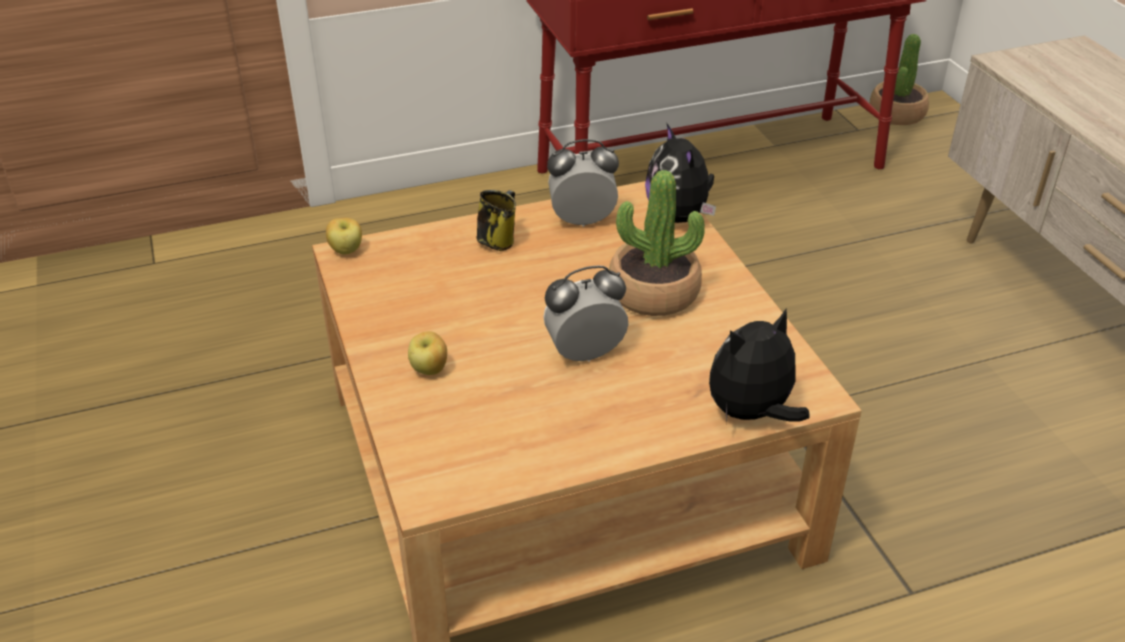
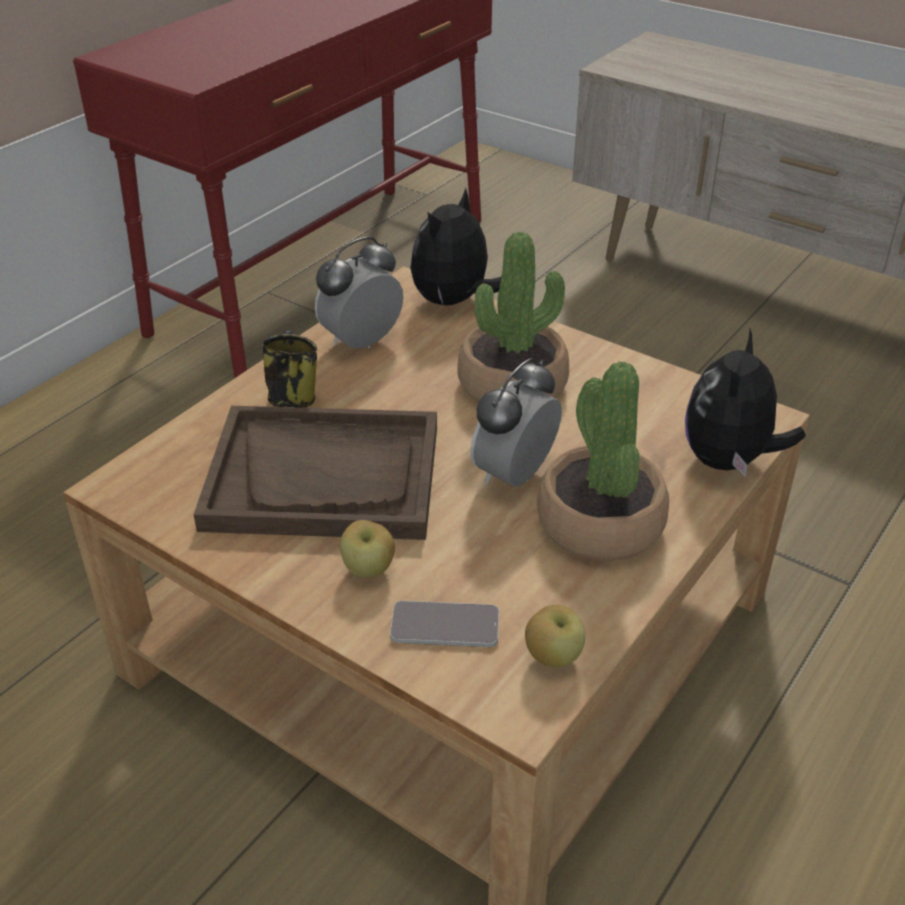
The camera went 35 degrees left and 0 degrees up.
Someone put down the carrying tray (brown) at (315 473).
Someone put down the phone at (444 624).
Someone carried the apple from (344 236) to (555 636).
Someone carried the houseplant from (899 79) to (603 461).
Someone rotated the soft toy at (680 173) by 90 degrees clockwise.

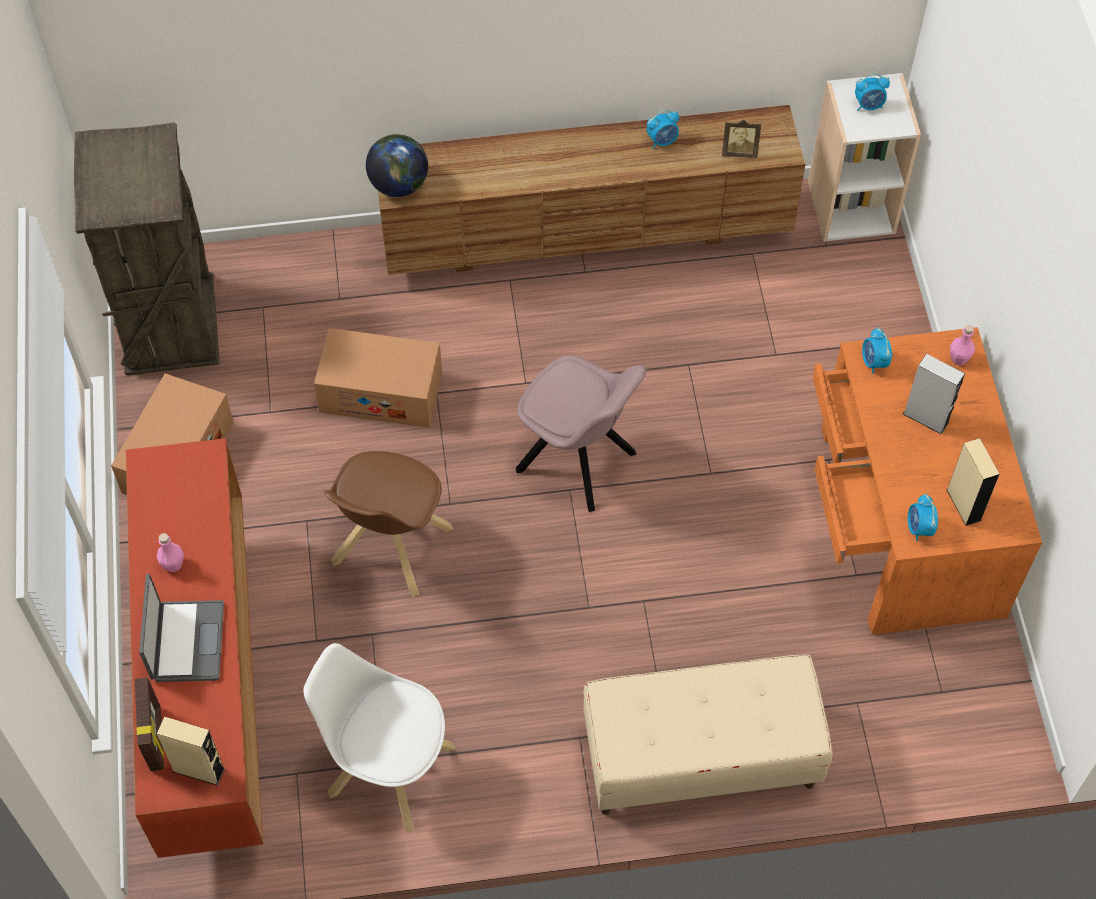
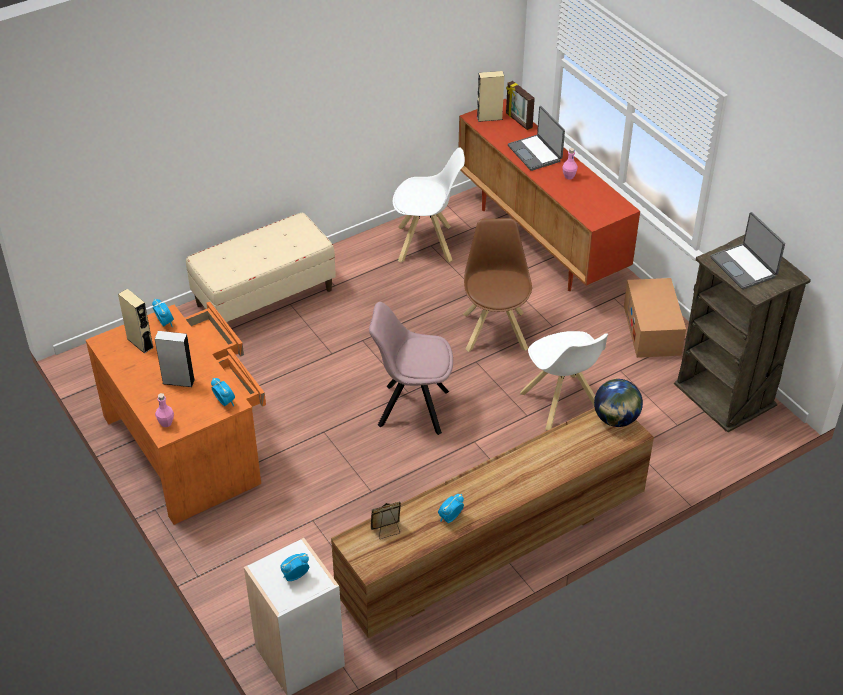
The camera went 155 degrees right and 15 degrees down.
Someone put down the laptop at (747 251).
Someone swapped the packing box at (378 378) for the plain chair (white-coloured) at (564 381).

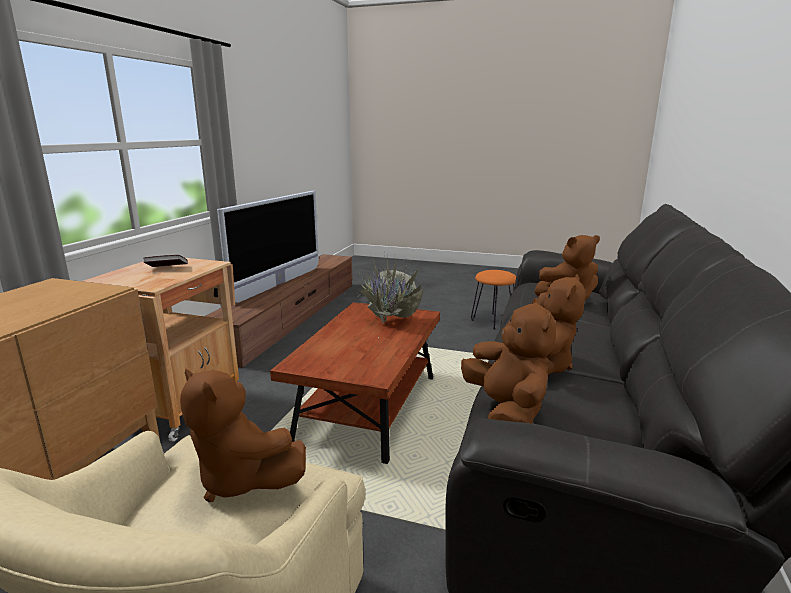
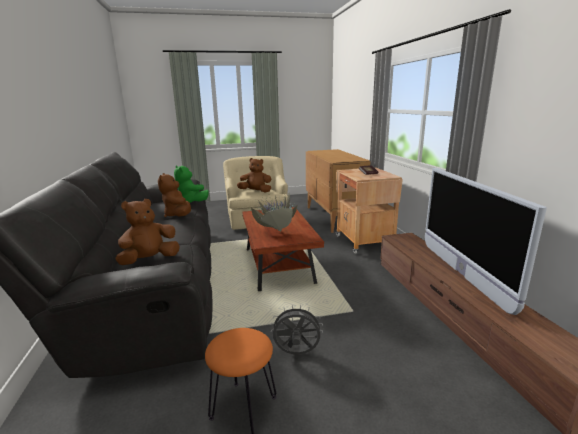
The camera went 150 degrees right and 0 degrees up.
Someone put down the cooling fan (grey) at (296 329).
Someone repainted the soft toy (brown) at (508 361), which became the soft toy (green) at (191 184).

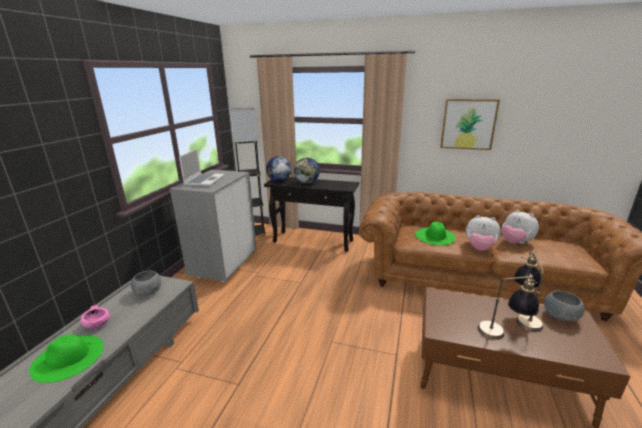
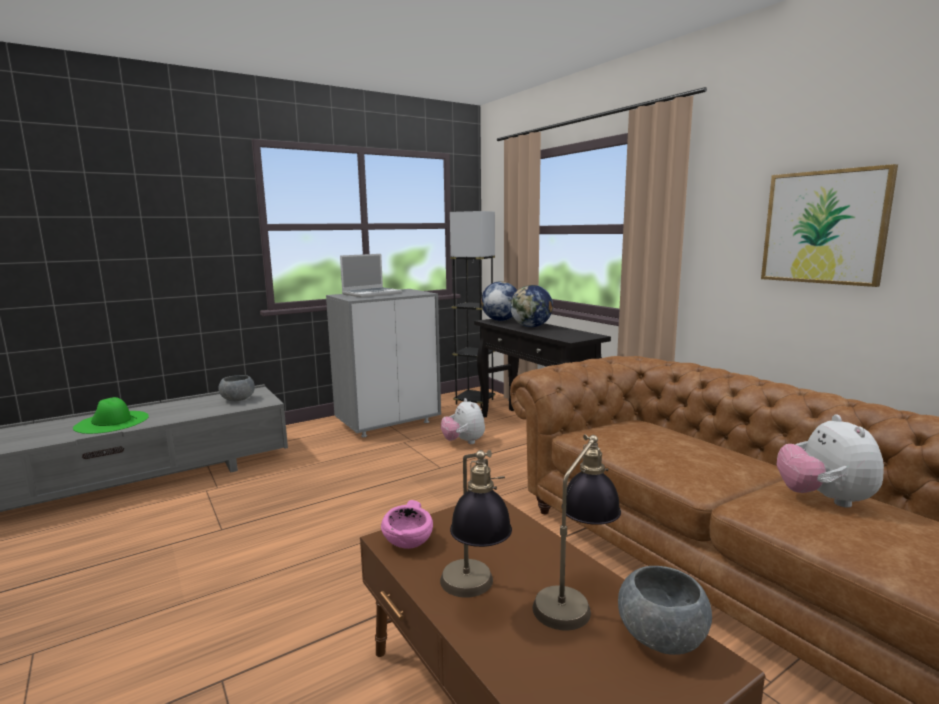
The camera went 40 degrees right and 10 degrees down.
Someone took away the hat (green) at (435 233).
Someone carried the serving bowl (pink-coloured) from (95 317) to (407 524).
Someone carried the soft toy from (483 233) to (463 421).

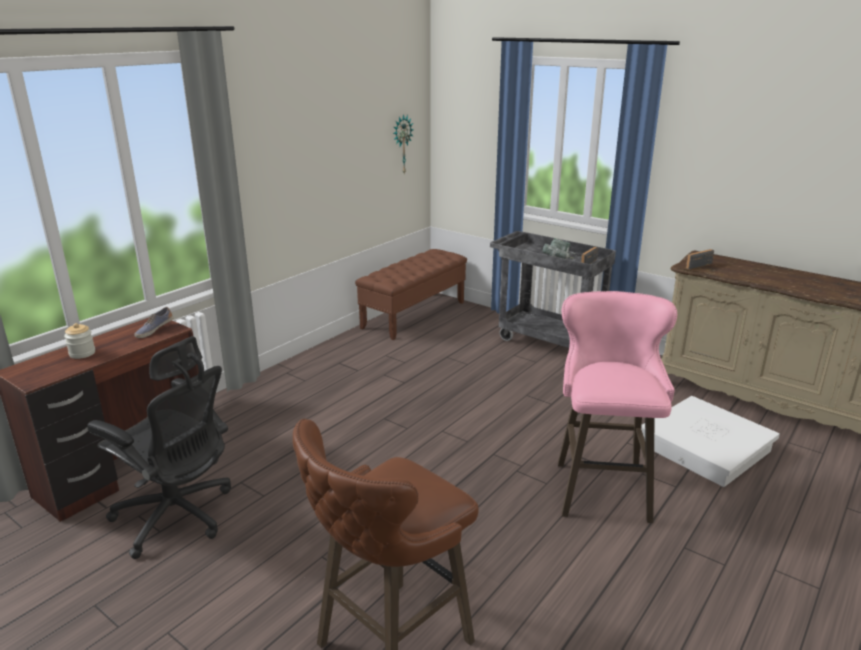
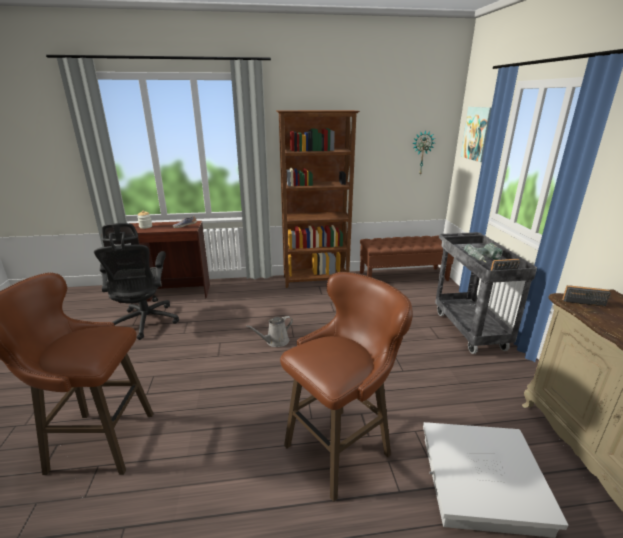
The camera went 45 degrees right and 0 degrees up.
Someone put down the watering can (grey) at (269 331).
Someone put down the bookcase (brown) at (318 199).
Someone put up the wall art at (476 134).
Someone repainted the sitting stool (pink-coloured) at (617 407), which became the sitting stool (brown) at (346 387).

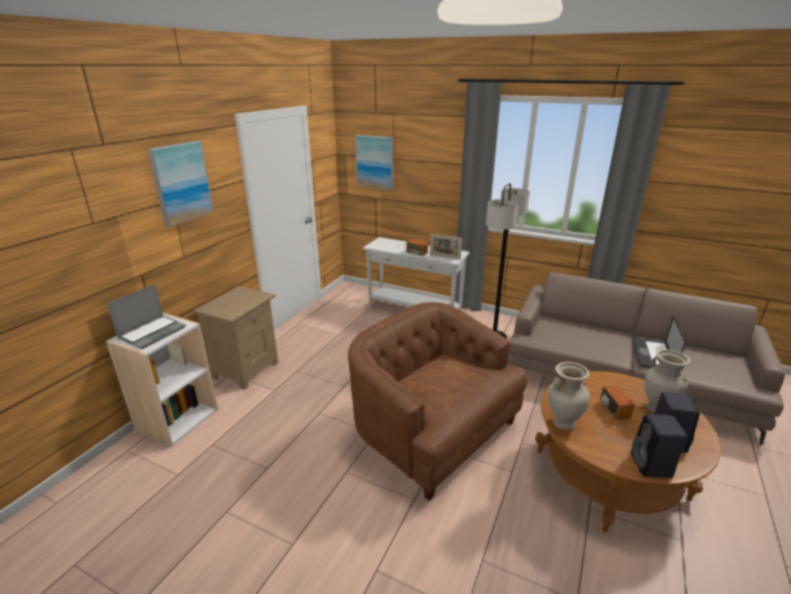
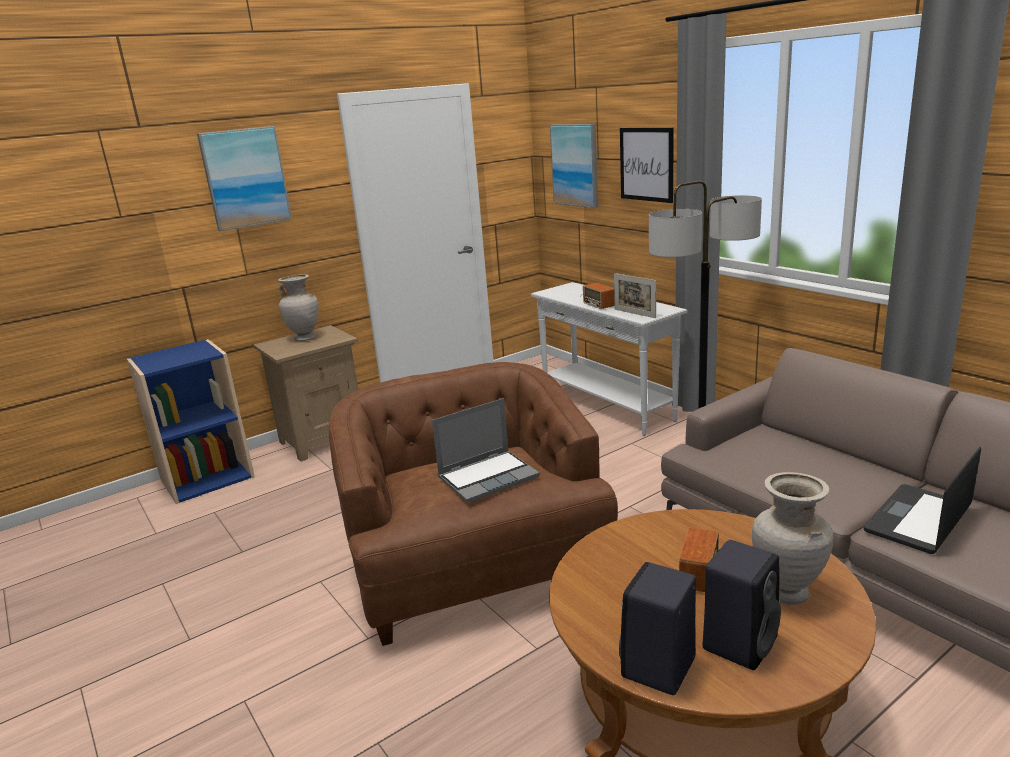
The camera went 30 degrees right and 5 degrees down.
Someone put up the wall art at (647 165).
Someone carried the laptop from (146 316) to (485 450).
Someone carried the flower vase (sand-coloured) from (569 396) to (298 307).
Someone repainted the bookcase (white-coloured) at (162 380), which became the bookcase (blue) at (191 421).

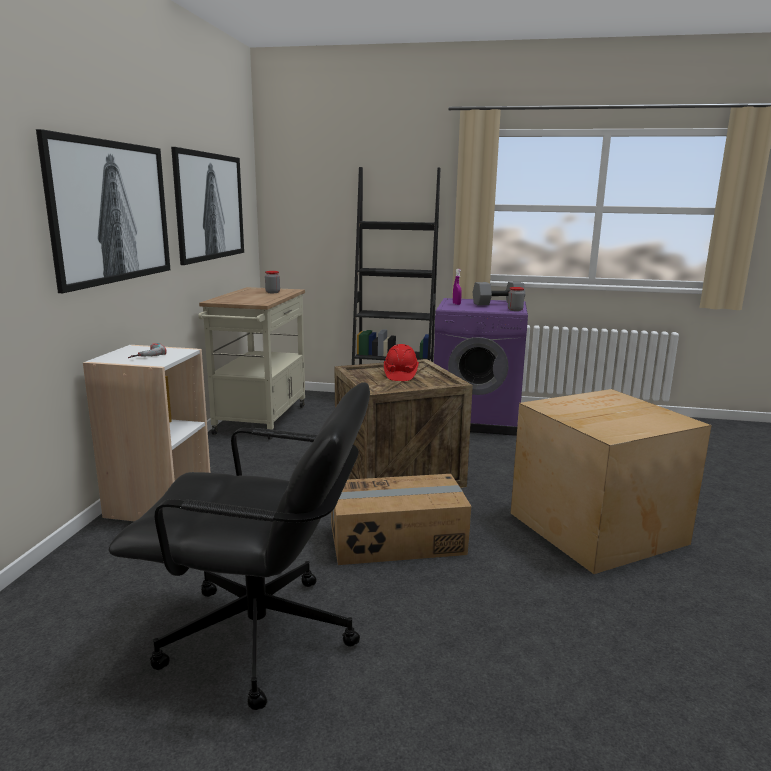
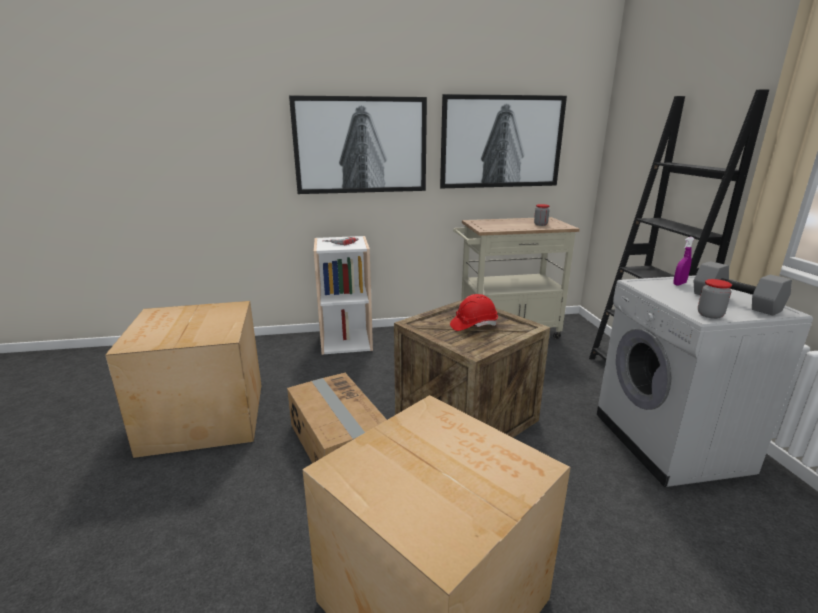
The camera went 70 degrees right and 5 degrees up.
Someone swapped the desk chair (black) at (239 546) for the packing box at (183 379).
Someone repainted the washing machine (purple-coloured) at (481 367), which became the washing machine (white-coloured) at (705 381).

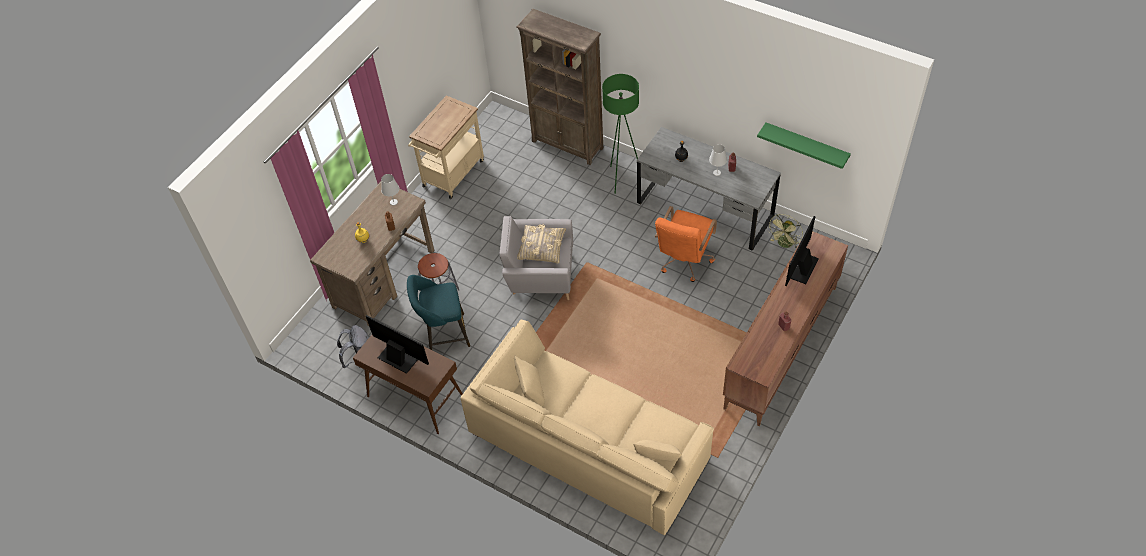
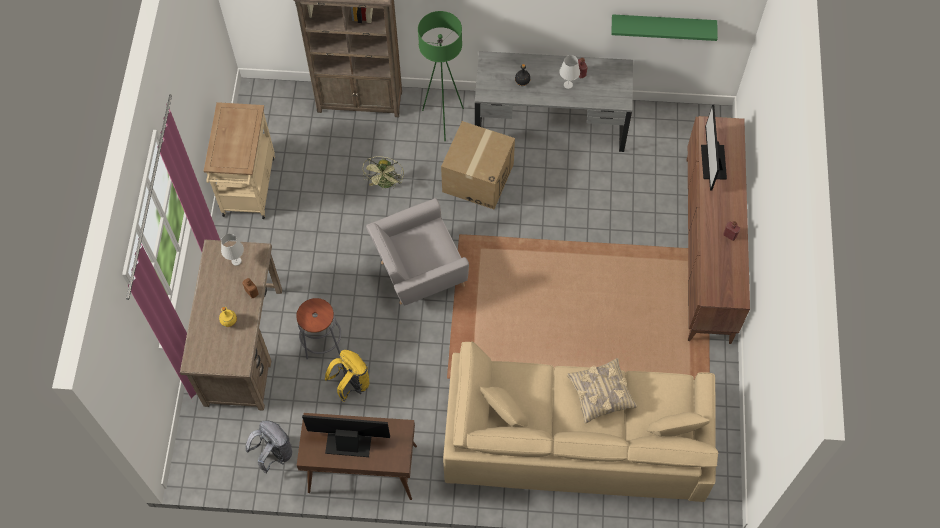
The camera went 30 degrees left and 10 degrees up.
Someone took away the desk chair (orange-coloured) at (686 244).
Someone put down the packing box at (478 165).
Someone carried the pillow (sand-coloured) from (541 243) to (601 390).
Someone carried the cooling fan (green) from (785 231) to (383 172).
Someone swapped the sitting stool (turquoise) at (438 312) for the backpack (yellowish) at (347 376).

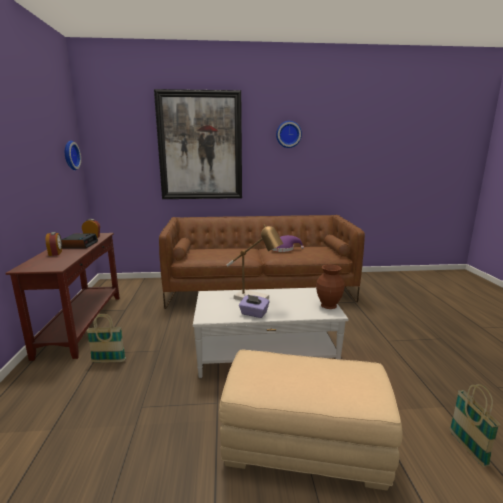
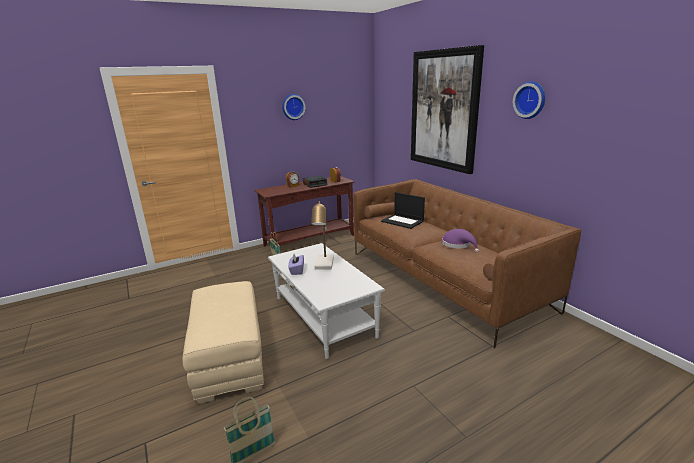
The camera went 65 degrees right and 5 degrees up.
Someone took away the flower vase (brown) at (330 286).
Someone put down the laptop at (403 210).
Someone carried the clock on the wall from (73 155) to (294 107).

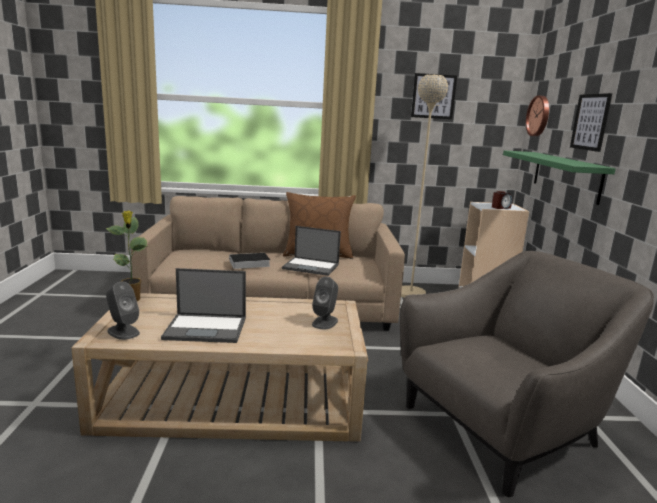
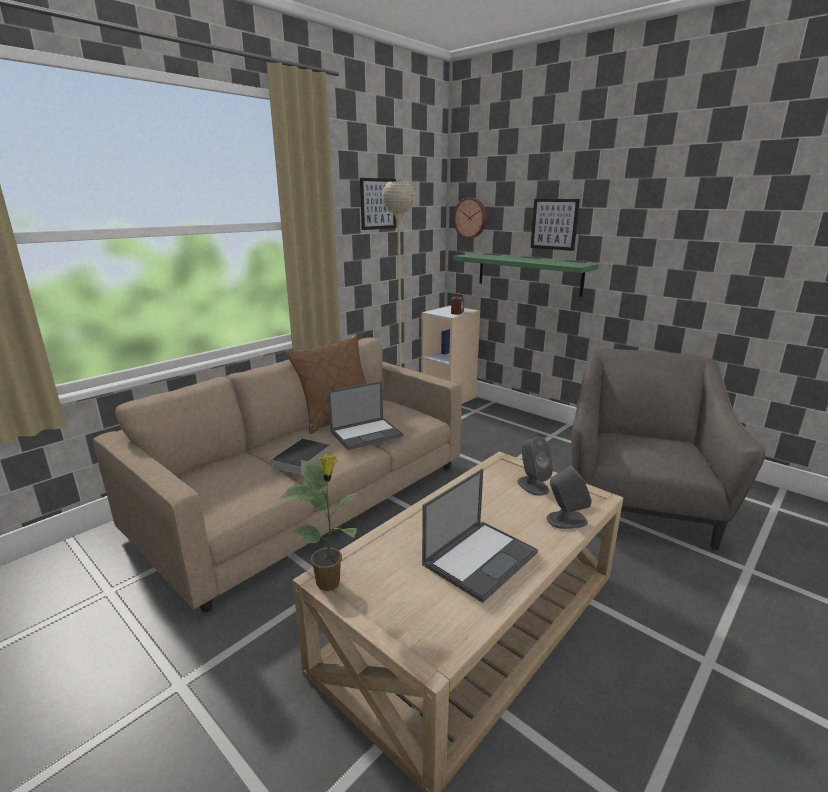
The camera went 45 degrees left and 5 degrees up.
Someone carried the audio speaker (grey) from (123 311) to (569 497).

